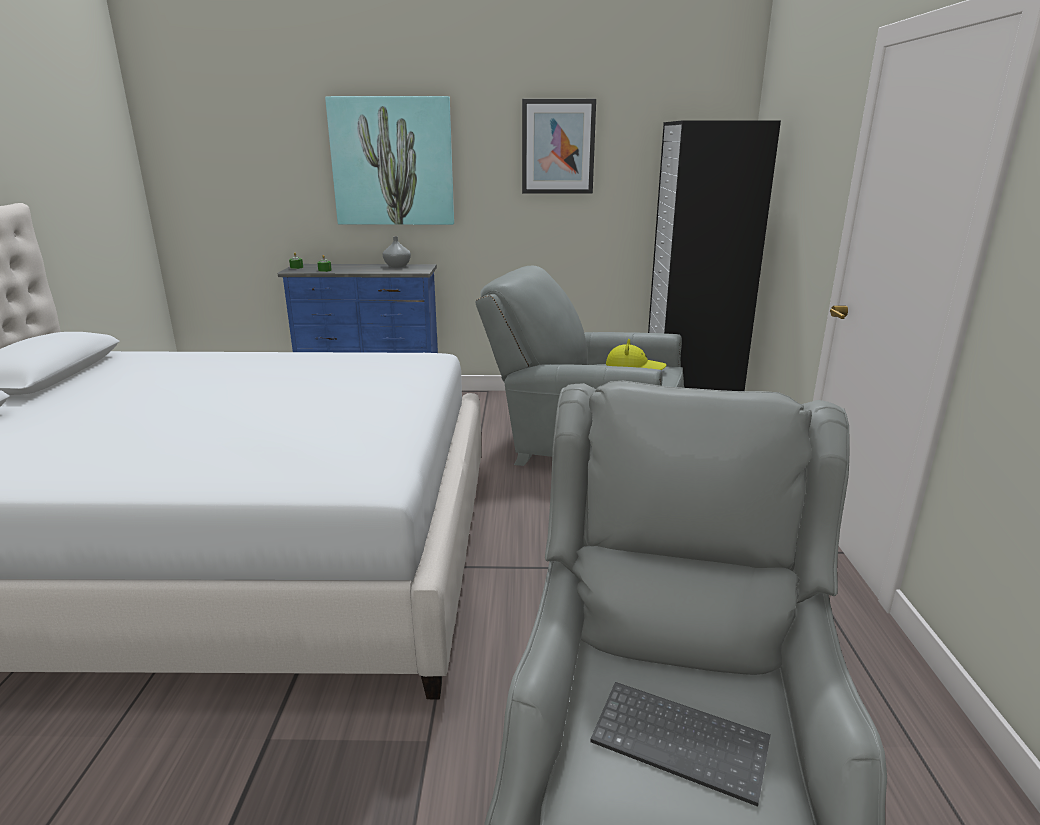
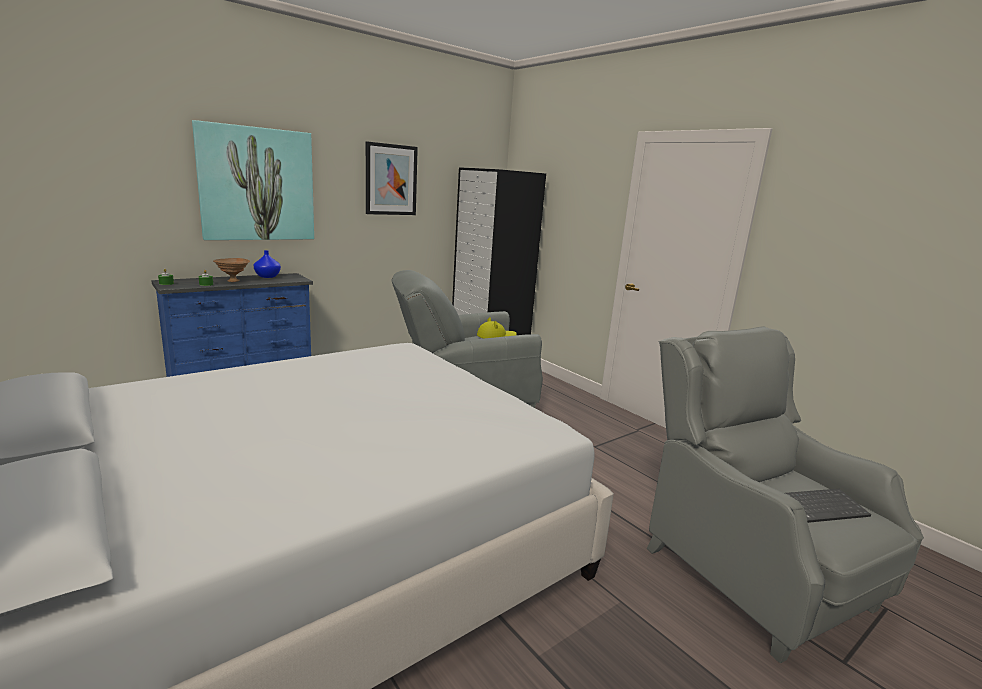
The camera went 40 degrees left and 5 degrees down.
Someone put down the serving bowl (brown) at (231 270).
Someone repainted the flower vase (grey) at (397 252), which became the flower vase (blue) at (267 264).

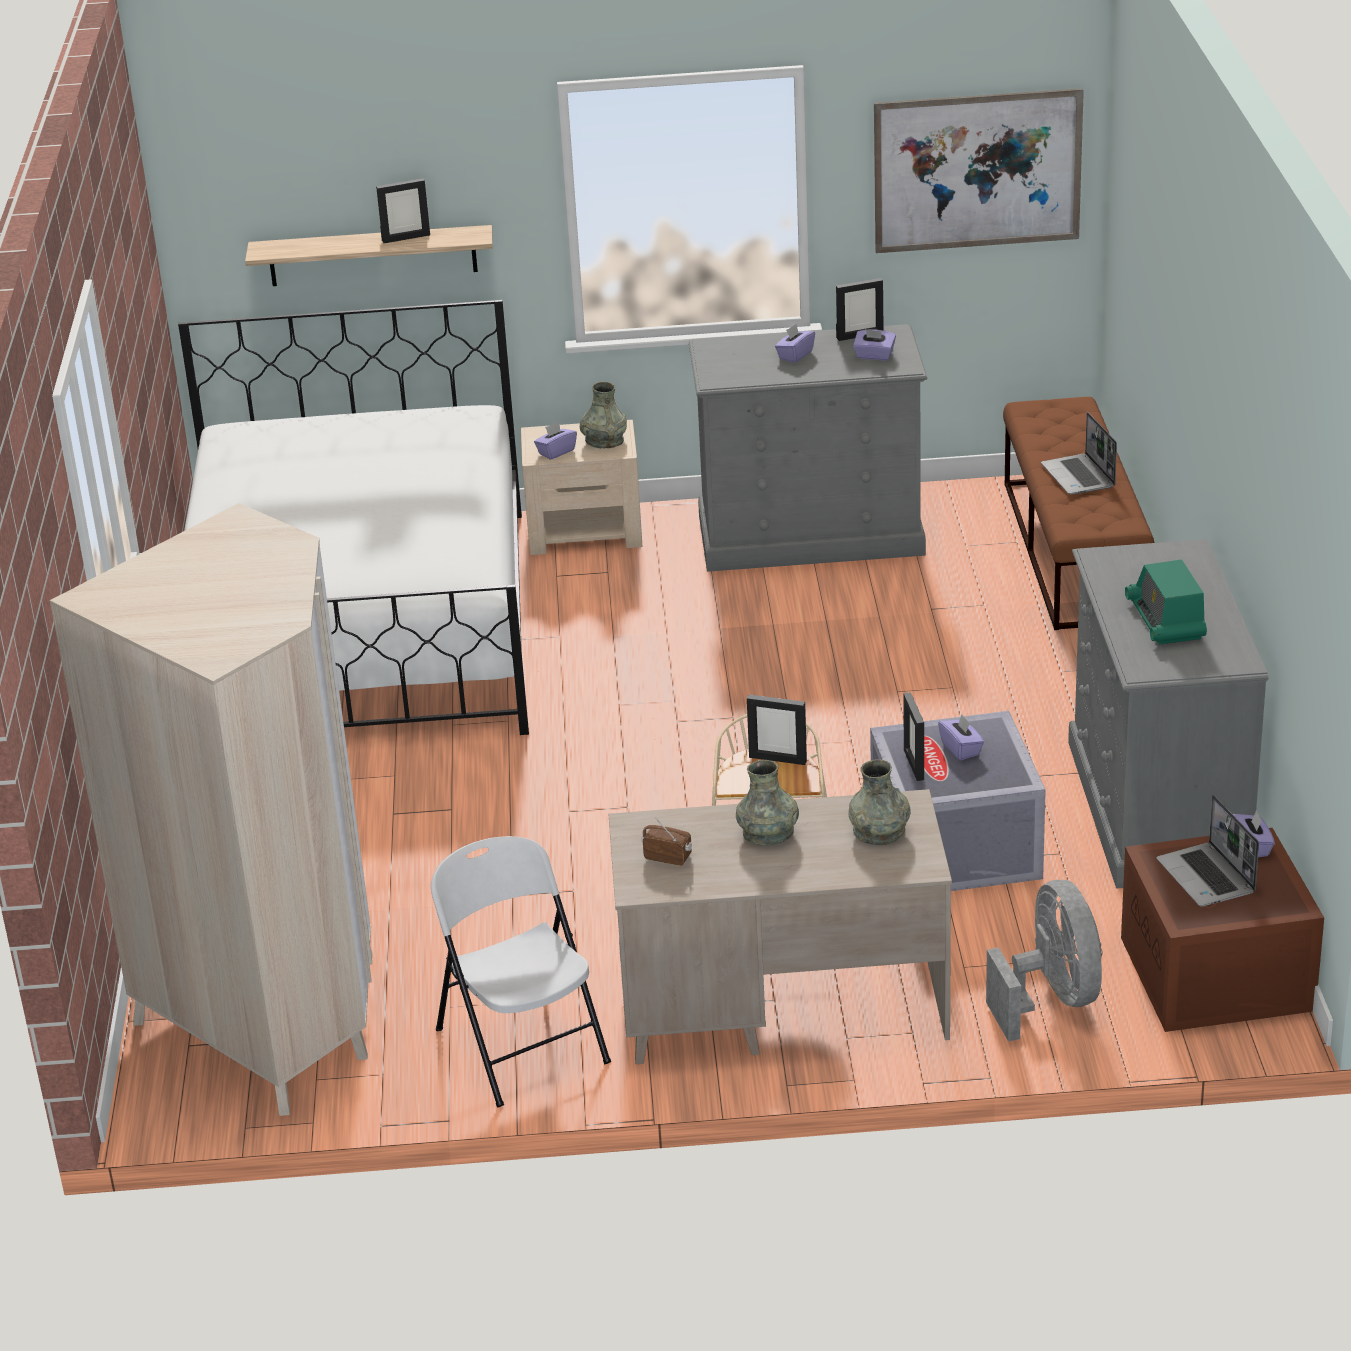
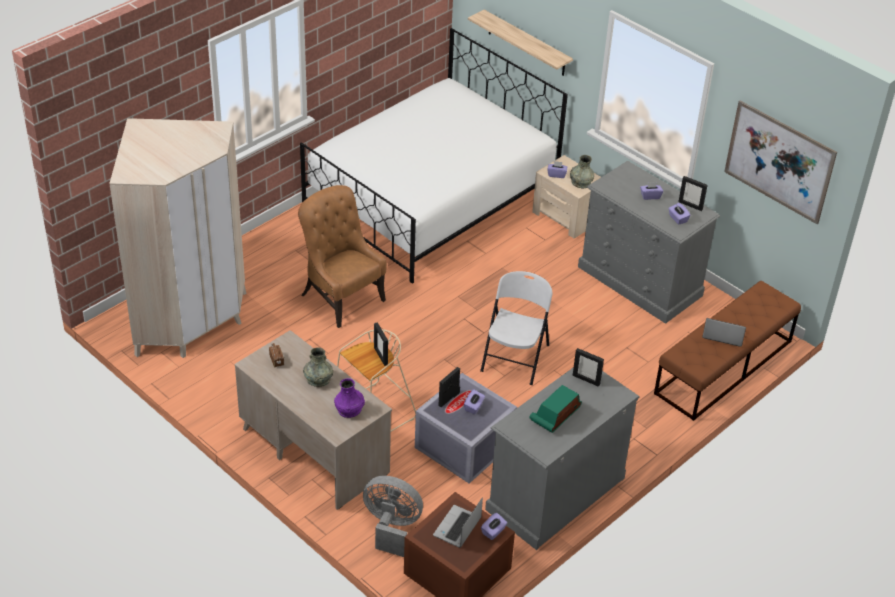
The camera went 45 degrees right and 10 degrees up.
Someone put down the plain chair (brown) at (342 256).
Someone carried the photo frame from (403 210) to (588 367).
Someone carried the plain chair (white-coloured) from (521 972) to (516 328).
Someone repainted the flower vase (grey) at (879 802), which became the flower vase (purple-coloured) at (349 398).
Someone rotated the cooling fan (grey) at (1044 960) by 105 degrees counterclockwise.
Someone rotated the laptop at (1079 453) by 75 degrees clockwise.

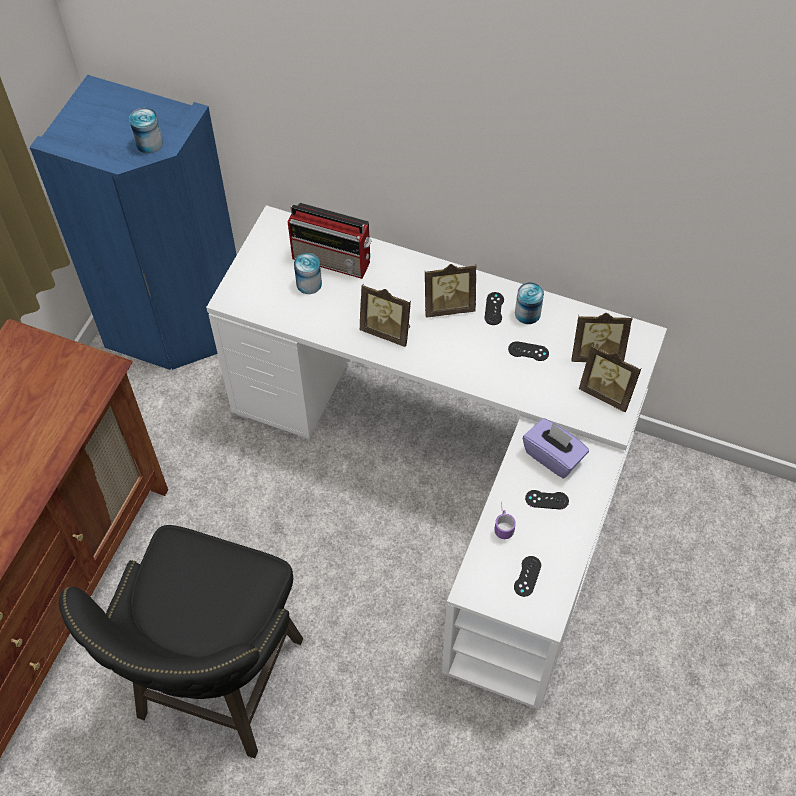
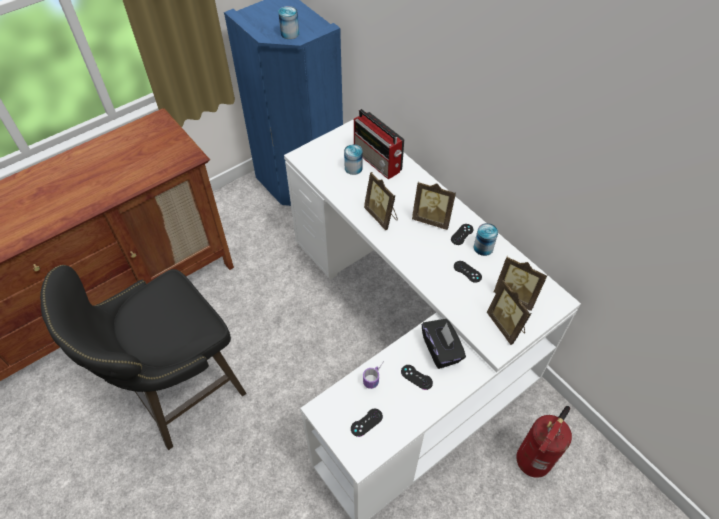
The camera went 30 degrees right and 5 degrees down.
Someone put down the extinguisher at (544 442).
Someone repainted the box of tissues (purple-coloured) at (556 448), which became the box of tissues (black) at (444 344).

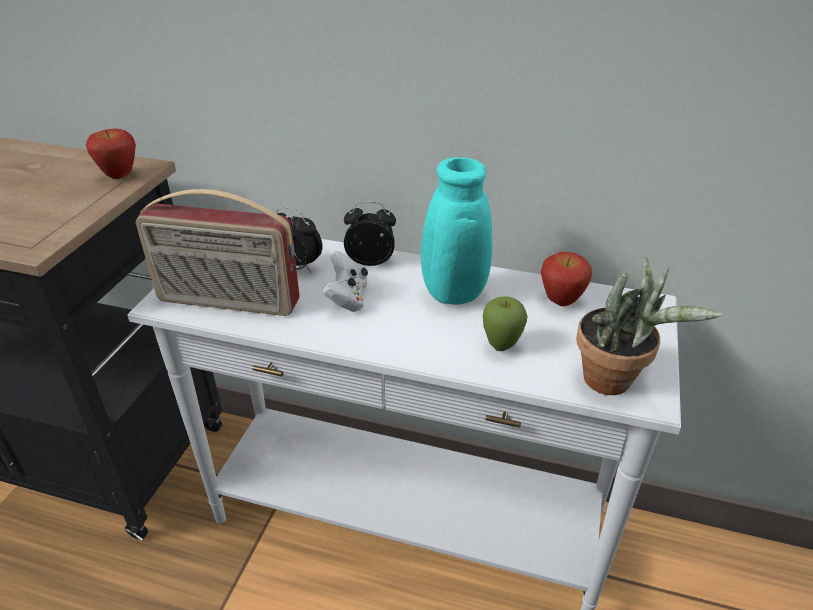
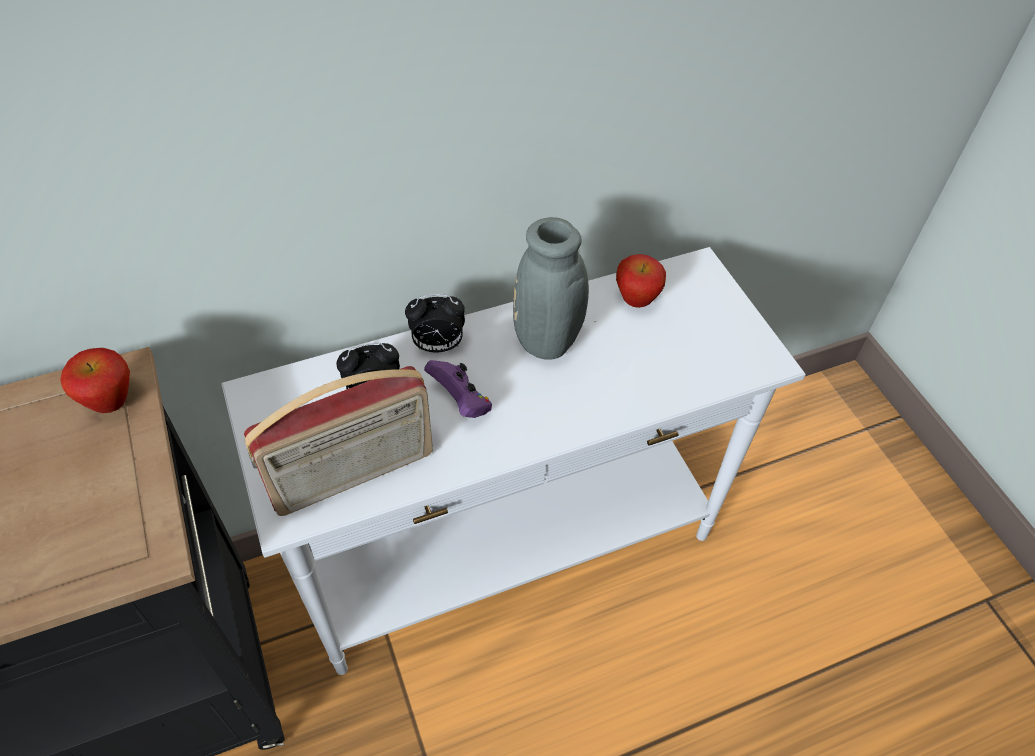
The camera went 40 degrees left and 15 degrees up.
Someone took away the apple at (505 323).
Someone took away the houseplant at (649 326).
Someone repainted the game controller (white-coloured) at (345 281), which became the game controller (purple-coloured) at (458 389).
Someone repainted the flower vase (turquoise) at (456 231), which became the flower vase (grey) at (554 288).
Someone rotated the table clock at (370 233) by 150 degrees counterclockwise.

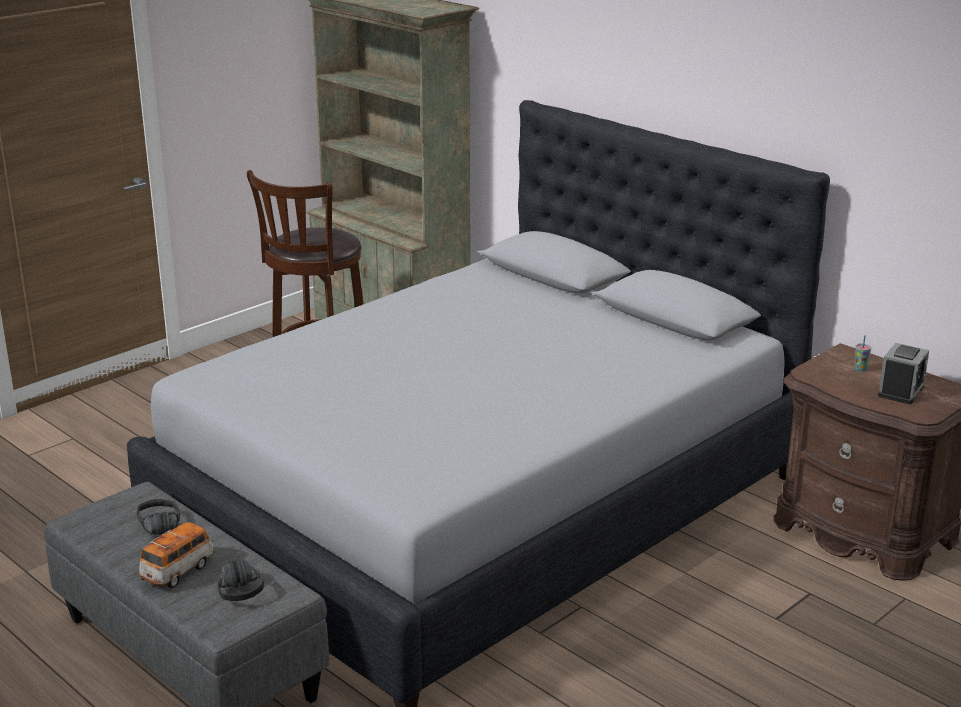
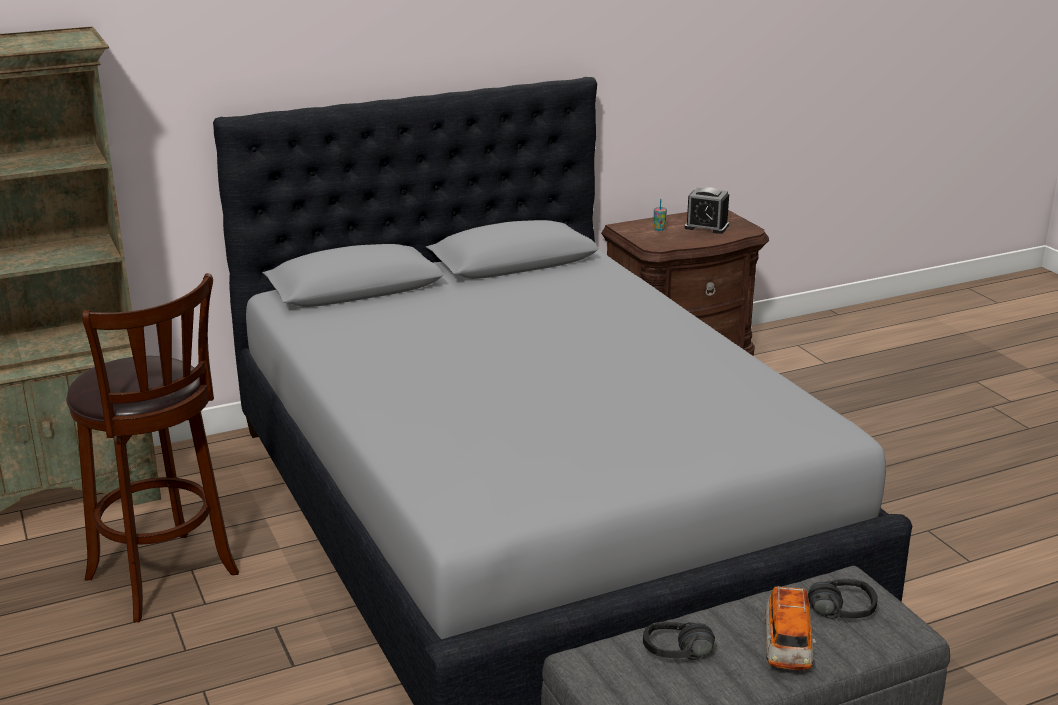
The camera went 70 degrees left and 0 degrees up.
Someone rotated the model car at (177 555) by 135 degrees counterclockwise.
Someone rotated the table clock at (903 373) by 150 degrees clockwise.

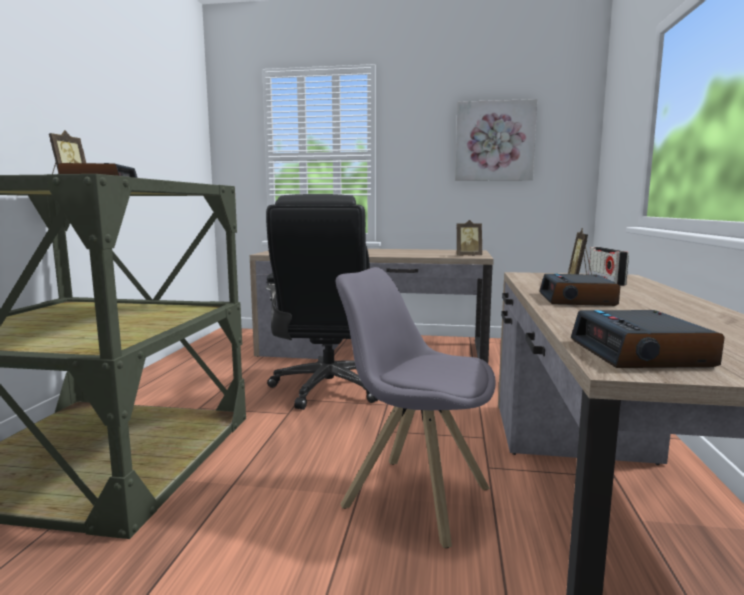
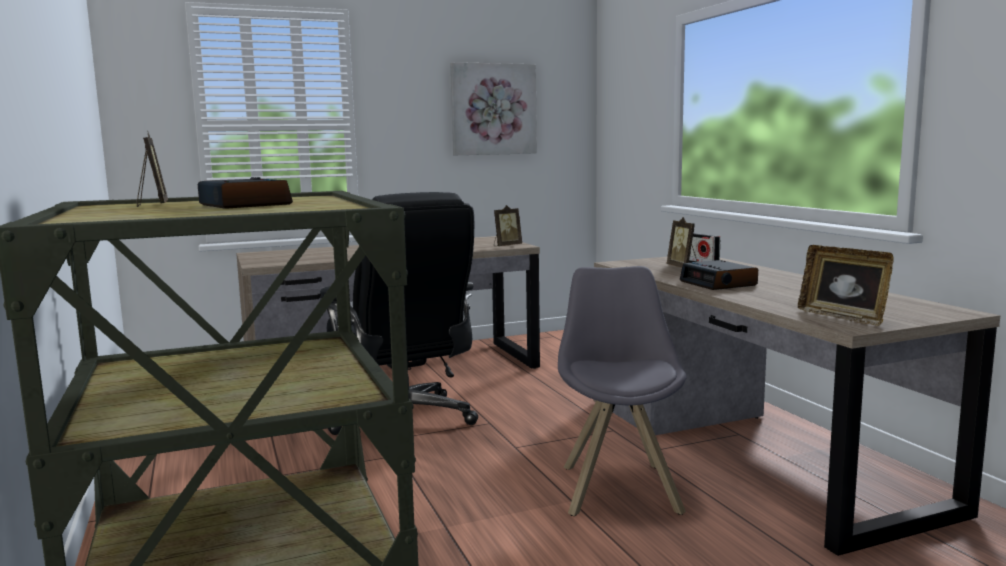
The camera went 30 degrees left and 0 degrees up.
Someone swapped the table clock at (648 339) for the photo frame at (846 285).
Someone rotated the plain chair (grey) at (415 407) by 90 degrees clockwise.

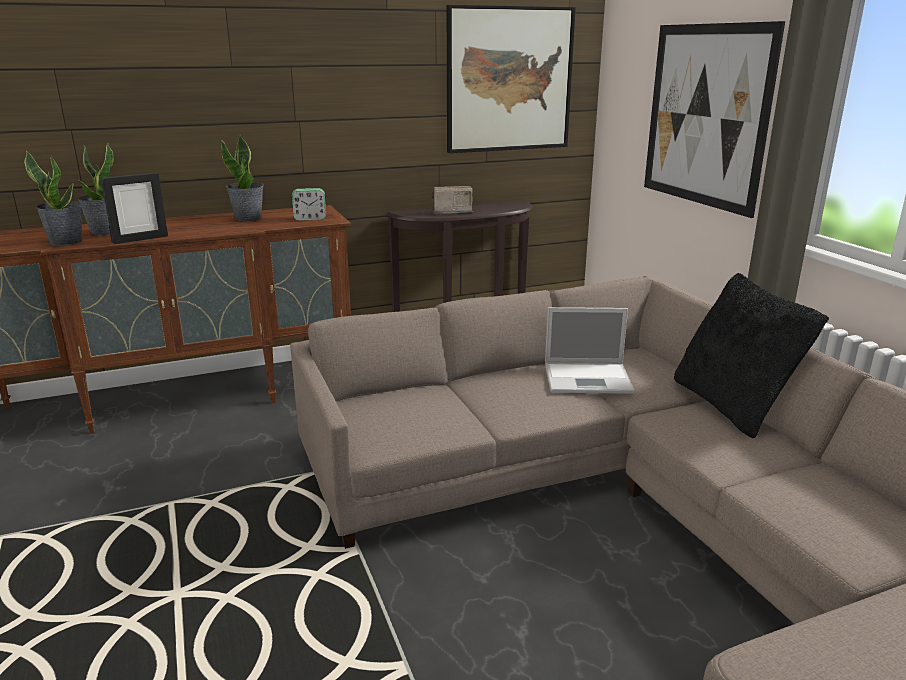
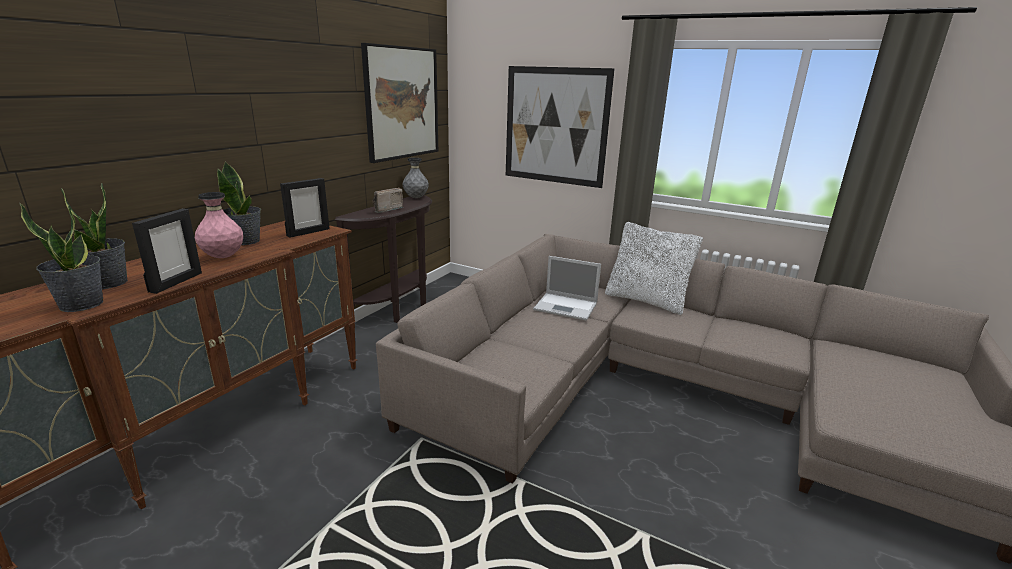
The camera went 40 degrees left and 0 degrees up.
Someone put down the flower vase (pink-coloured) at (219 225).
Someone put down the flower vase (grey) at (416 178).
Someone swapped the table clock at (309 204) for the photo frame at (305 208).
Someone repainted the pillow (black) at (751 355), which became the pillow (white-coloured) at (654 268).
Someone rotated the laptop at (590 350) by 60 degrees clockwise.

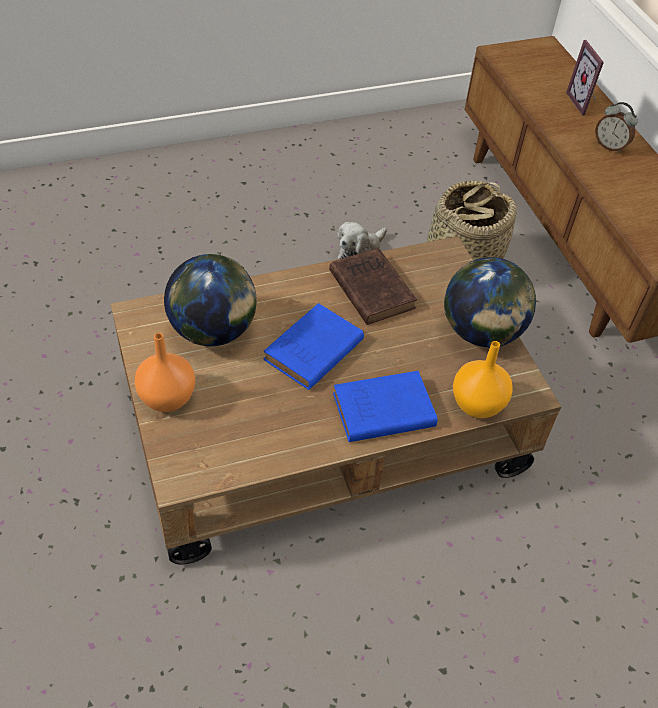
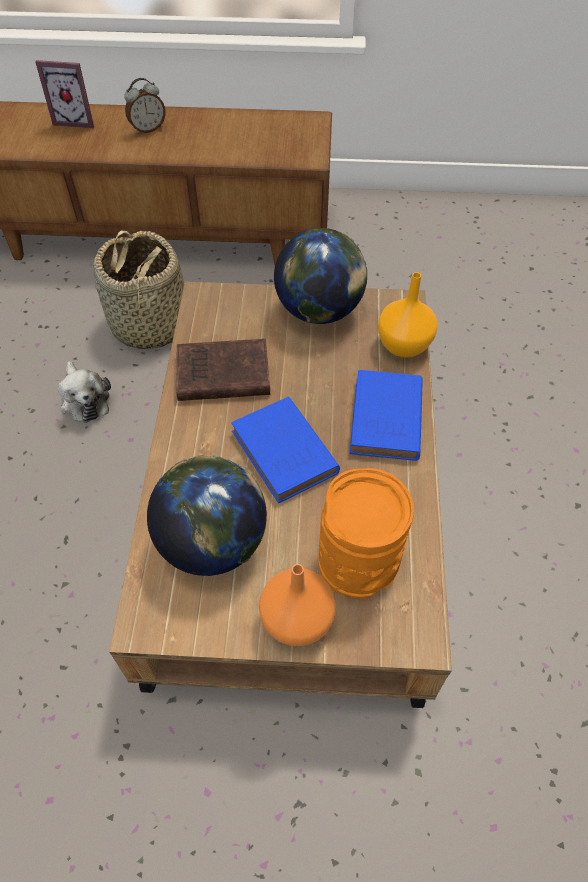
The camera went 65 degrees left and 5 degrees up.
Someone put down the flower vase (orange-coloured) at (366 533).

